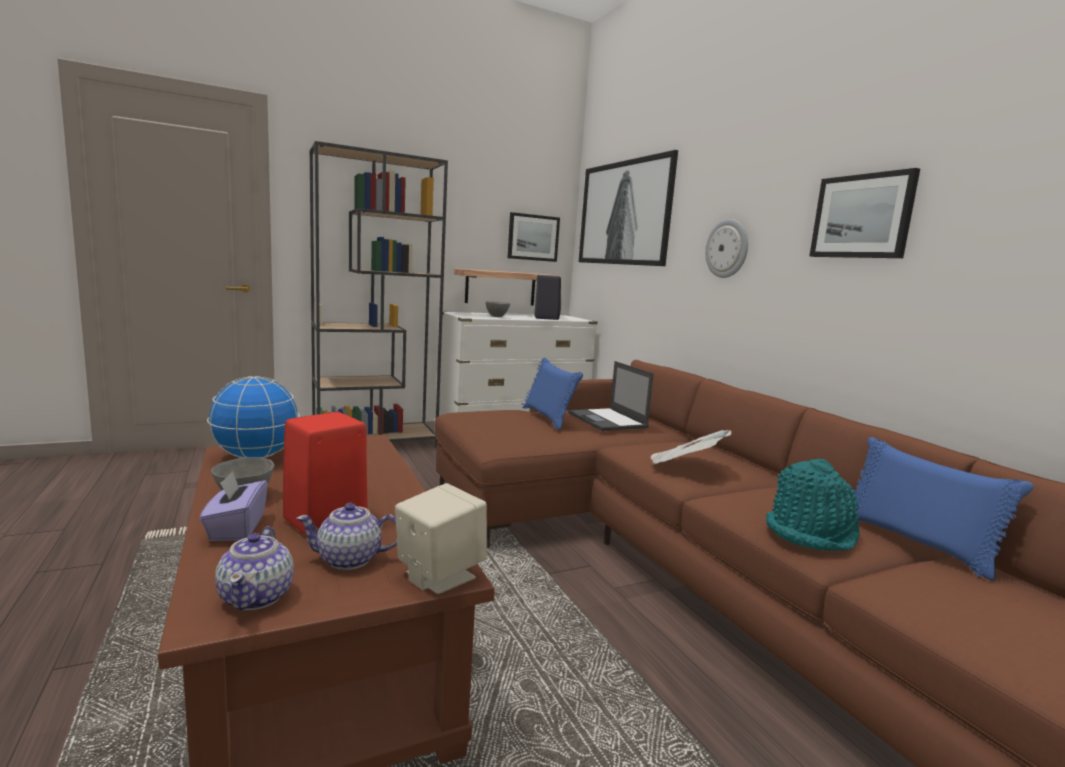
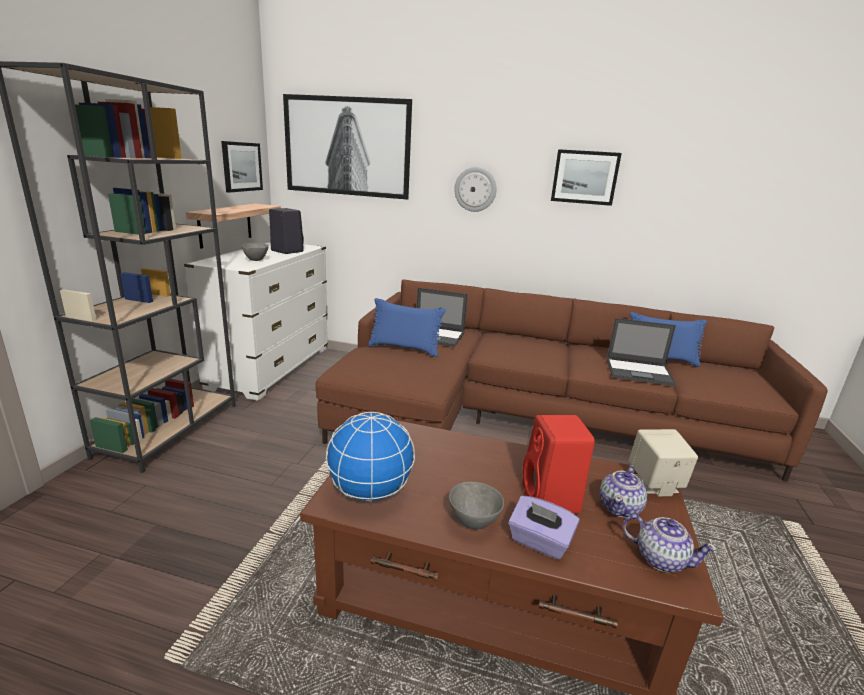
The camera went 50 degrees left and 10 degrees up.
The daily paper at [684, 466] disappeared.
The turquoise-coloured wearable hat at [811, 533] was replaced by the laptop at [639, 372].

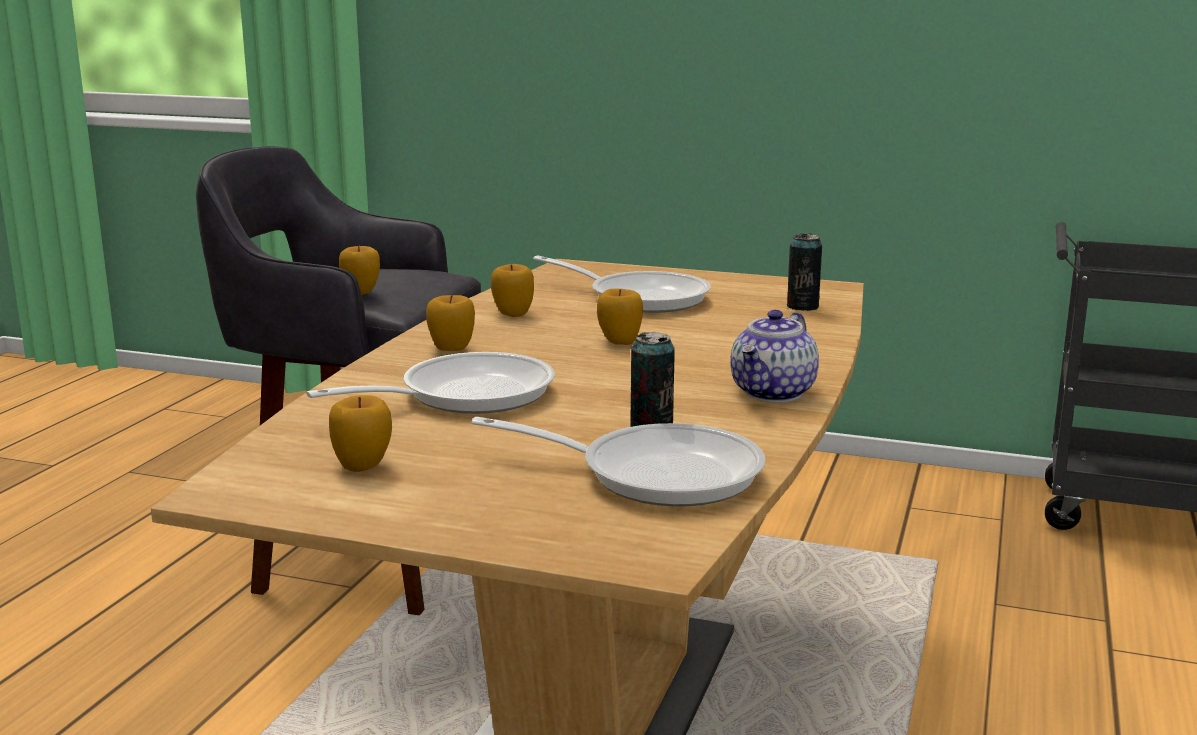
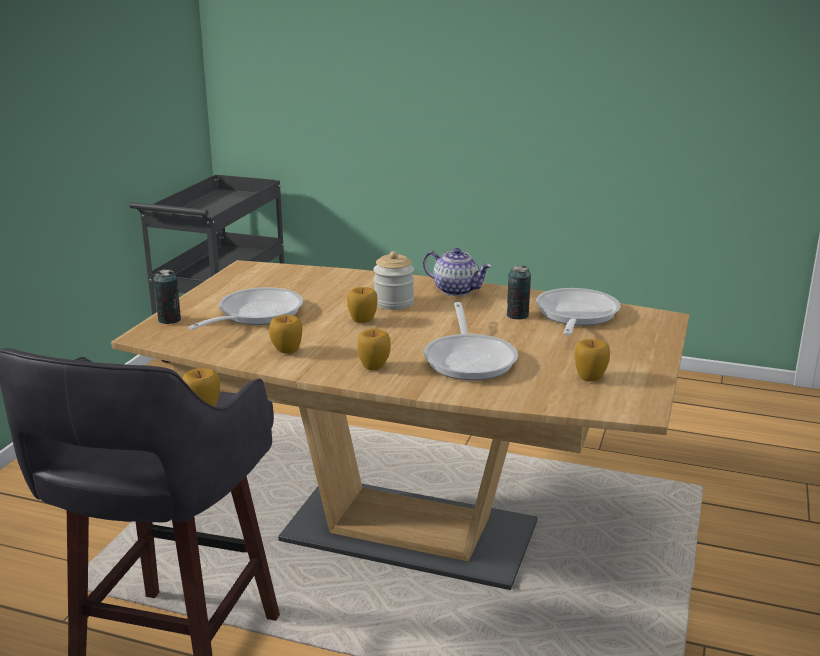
The camera went 90 degrees left and 5 degrees up.
The preserve jar at [394, 303] appeared.
The sealed can moved from [802, 307] to [169, 320].
The frying pan at [464, 395] turned 150 degrees counterclockwise.

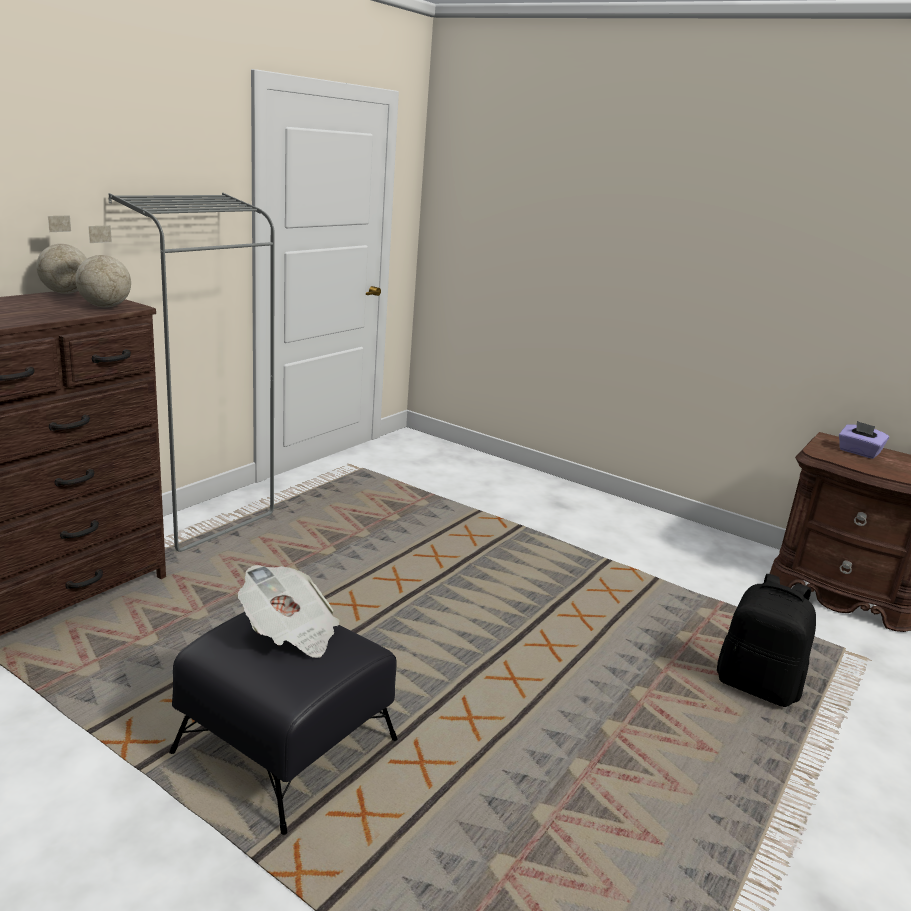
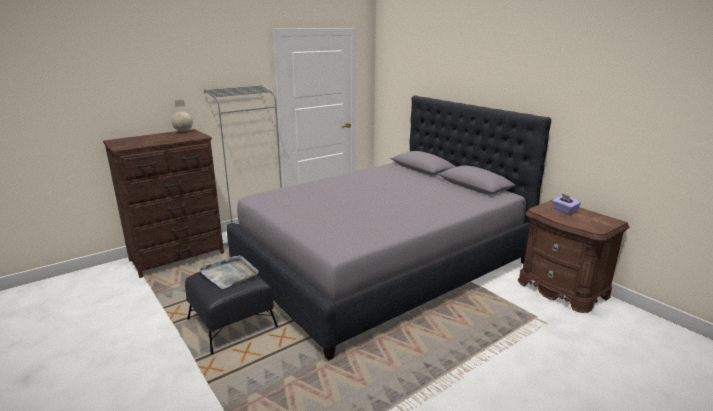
The camera went 20 degrees right and 0 degrees up.
The desk globe at [106, 306] disappeared.
The black knapsack at [757, 686] disappeared.
The greyish sleeping bed at [383, 265] appeared.
The daily paper at [290, 633] was replaced by the greyish tray at [230, 274].

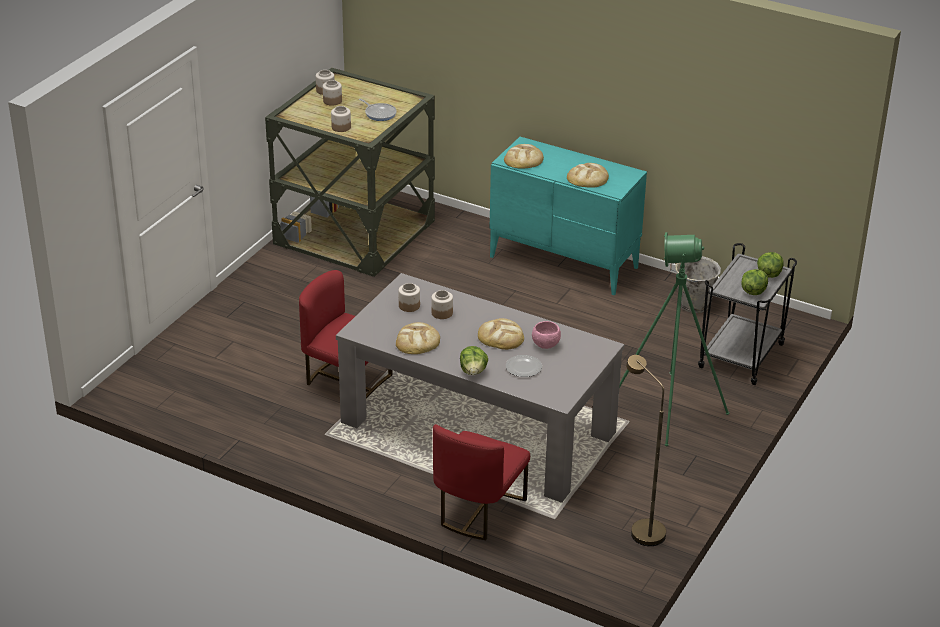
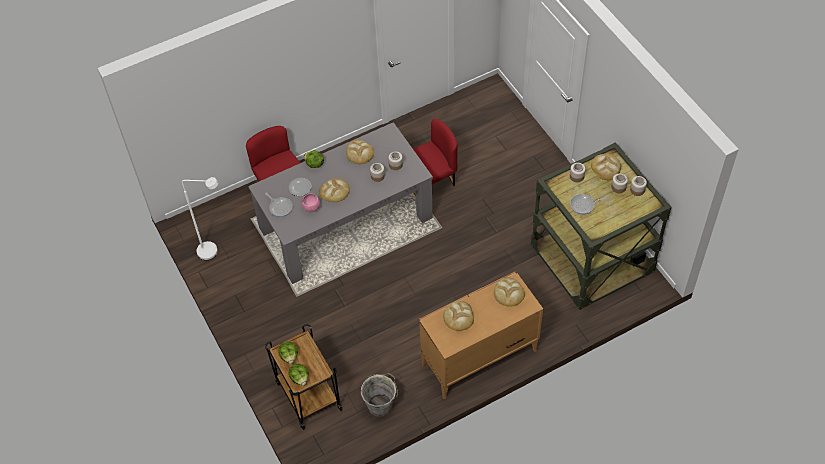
The camera went 125 degrees right and 20 degrees up.
The greenish floor lamp at [668, 409] disappeared.
The frying pan at [280, 207] appeared.
The bread at [606, 168] appeared.
The turquoise-coloured cupboard at [564, 262] became the brown-coloured cupboard at [478, 358].
The brown-coloured floor lamp at [641, 529] became the white-coloured floor lamp at [213, 251].
The greyish trolley at [740, 357] became the brown-coloured trolley at [308, 394].

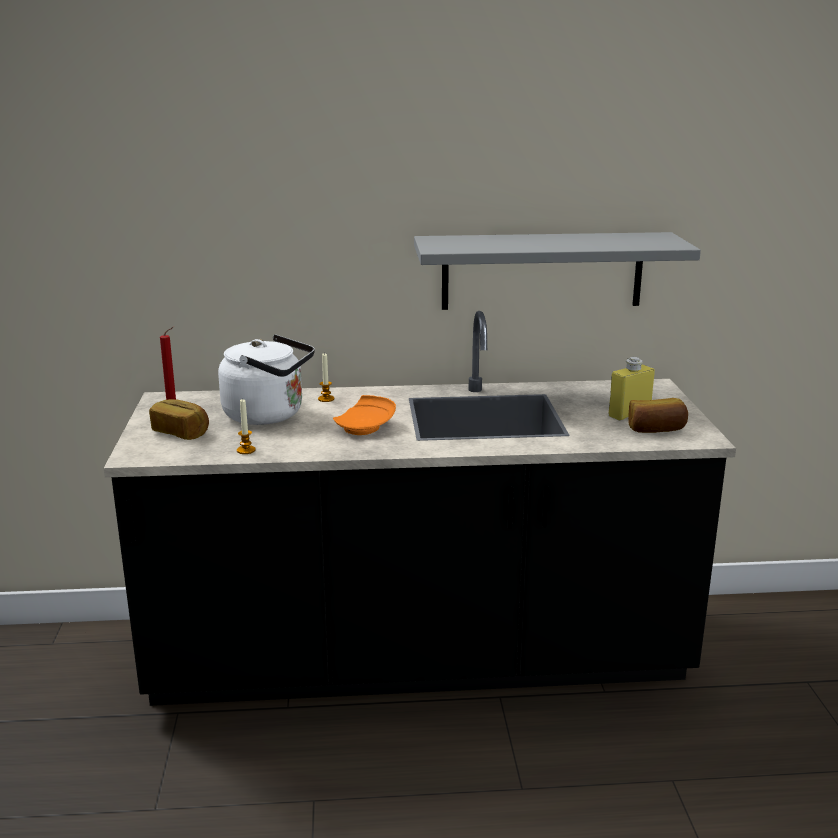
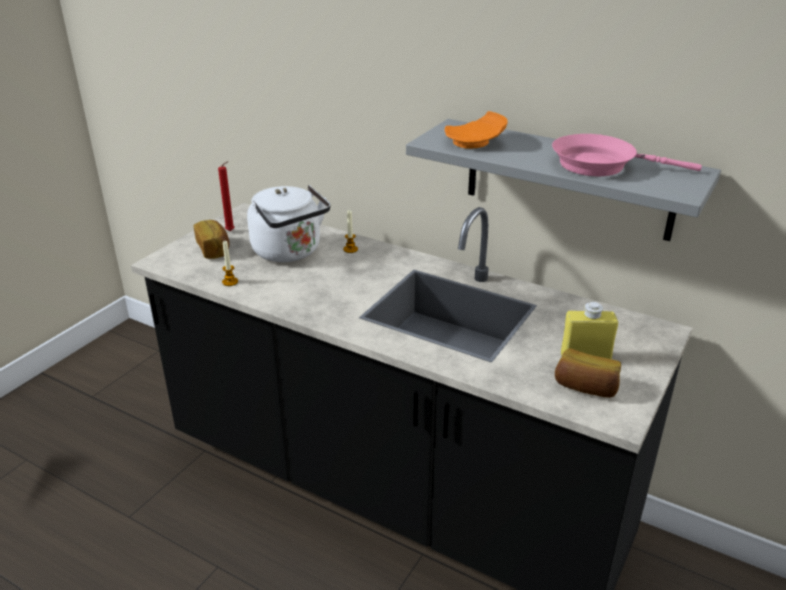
The camera went 35 degrees right and 10 degrees up.
The pinkish frying pan at [600, 165] appeared.
The orange plate moved from [365, 427] to [476, 142].

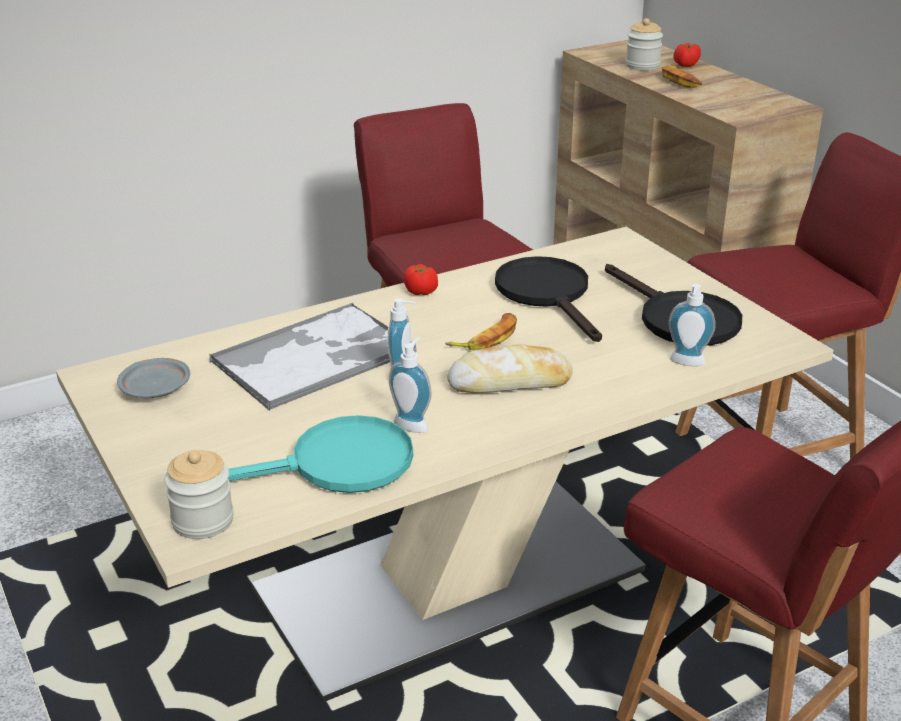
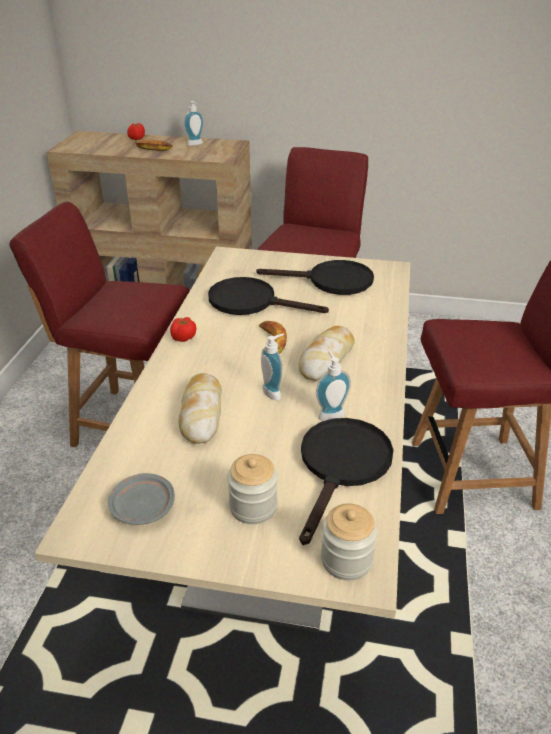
The camera went 50 degrees left and 5 degrees up.
The preserve jar moved from [642, 66] to [253, 507].
The soap dispenser moved from [686, 363] to [196, 144].
The tray at [315, 356] was replaced by the bread at [202, 413].
The turquoise-coloured frying pan at [335, 465] became the black frying pan at [342, 466].

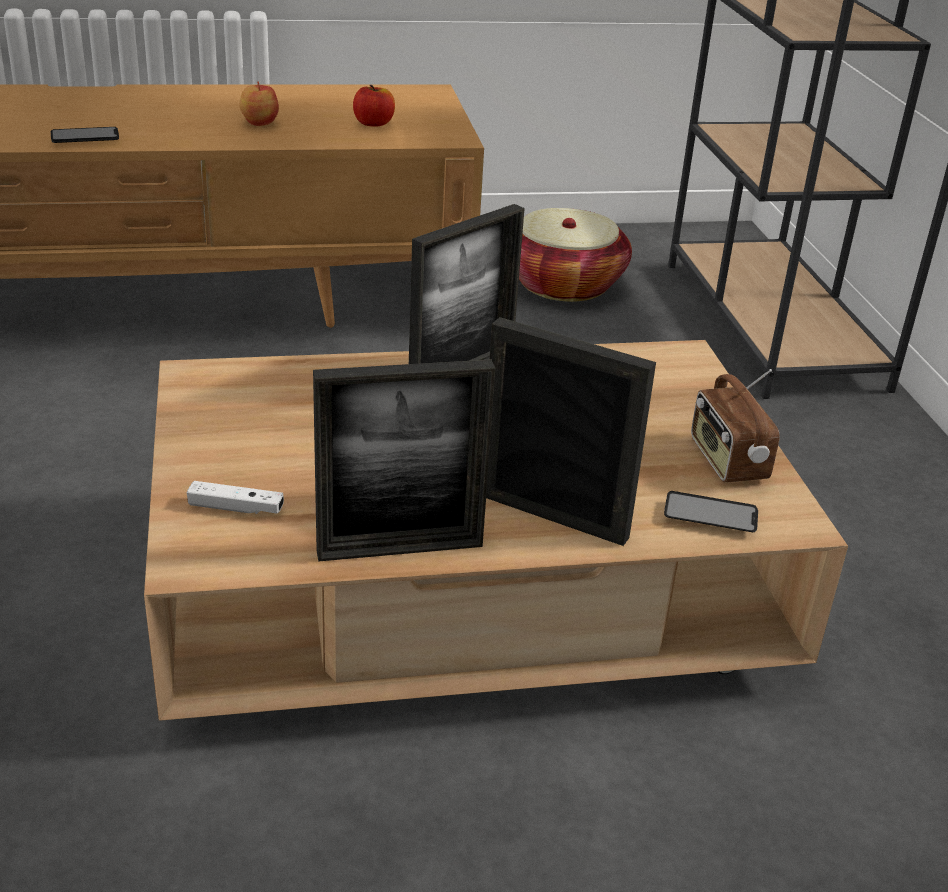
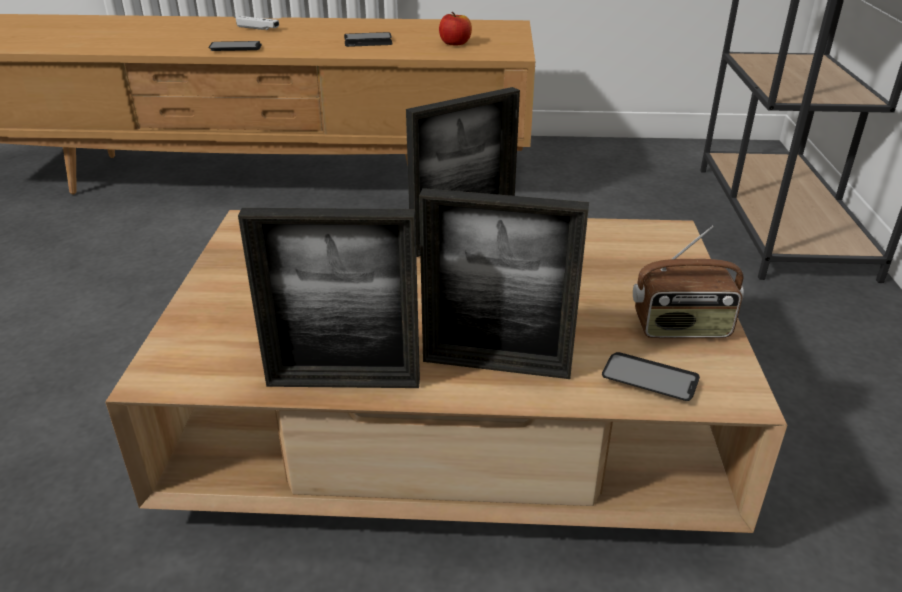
The camera went 15 degrees right and 0 degrees up.
The storage basket at [564, 284] disappeared.
The white-coloured gamepad moved from [236, 508] to [258, 28].
The whole apple at [259, 123] was replaced by the phone at [368, 41].
The picture frame at [553, 516] turned 150 degrees clockwise.
The radio receiver at [726, 461] turned 90 degrees counterclockwise.

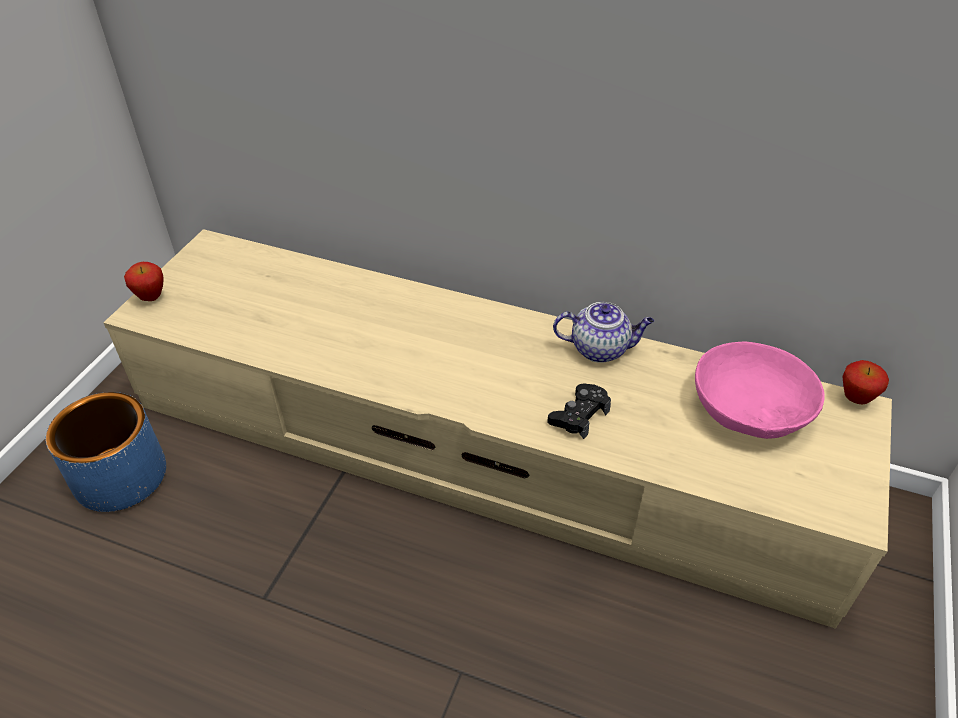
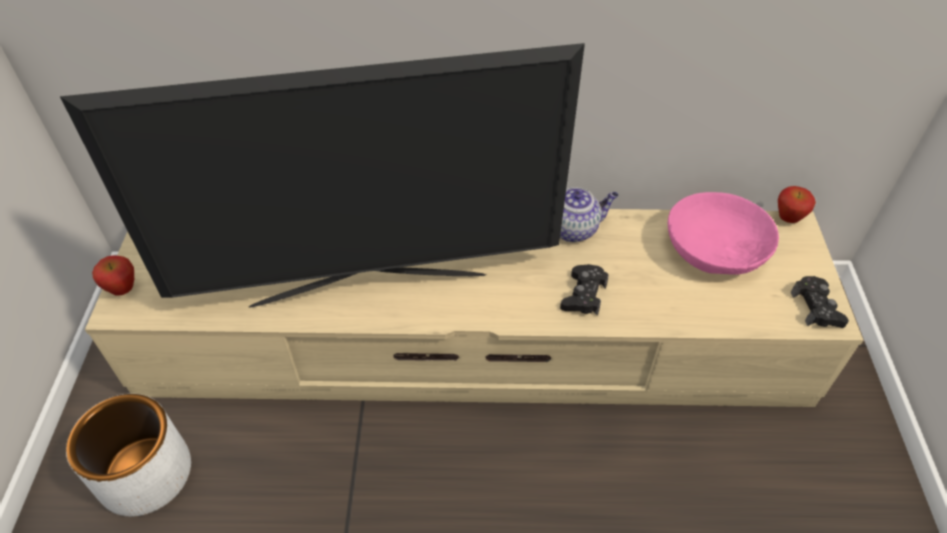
The camera went 20 degrees left and 5 degrees up.
The TV at [369, 287] appeared.
The black gamepad at [816, 308] appeared.
The blue flower pot at [120, 478] became the white-coloured flower pot at [145, 475].

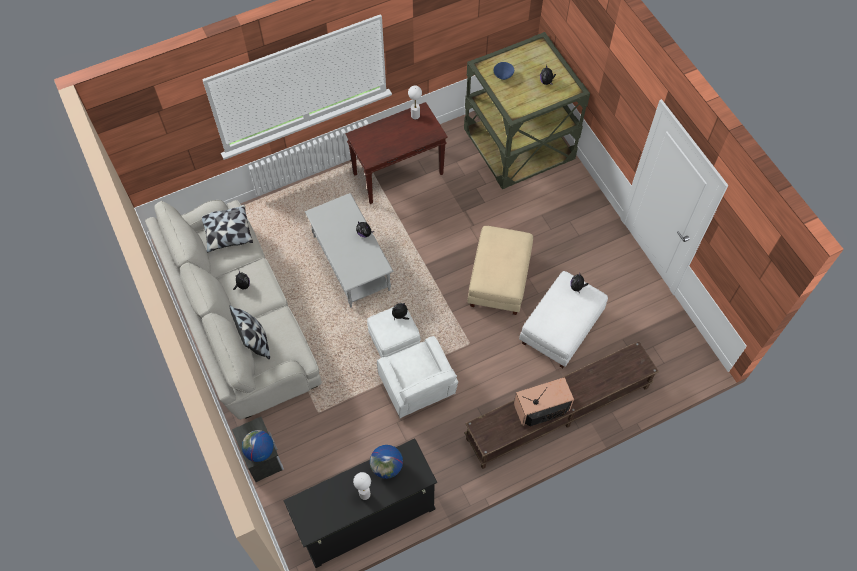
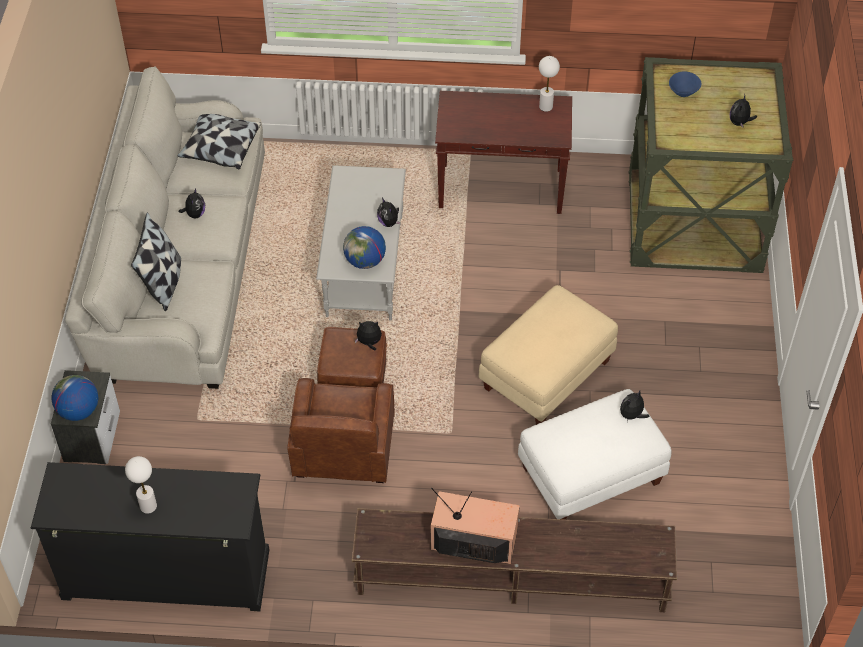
The camera went 30 degrees right and 10 degrees down.
The desk globe moved from [387, 466] to [365, 261].
The white-coloured armchair at [410, 372] became the brown-coloured armchair at [347, 430].

